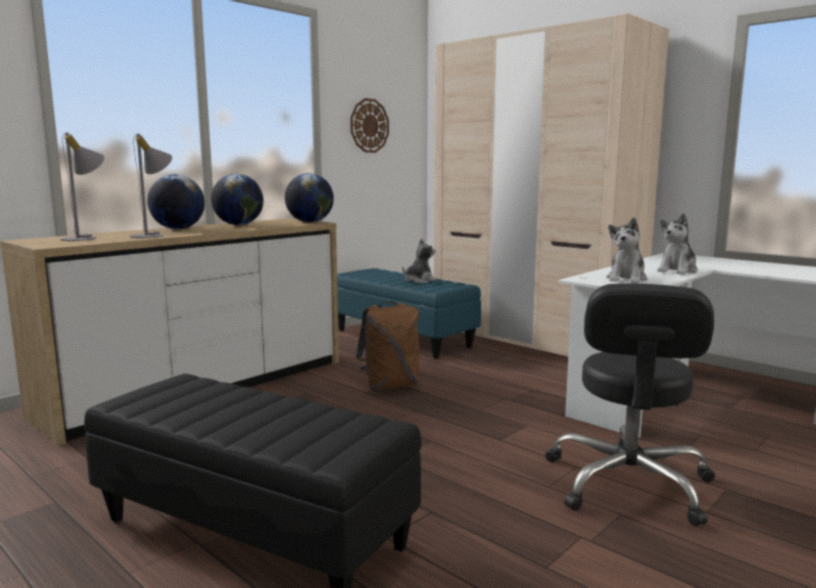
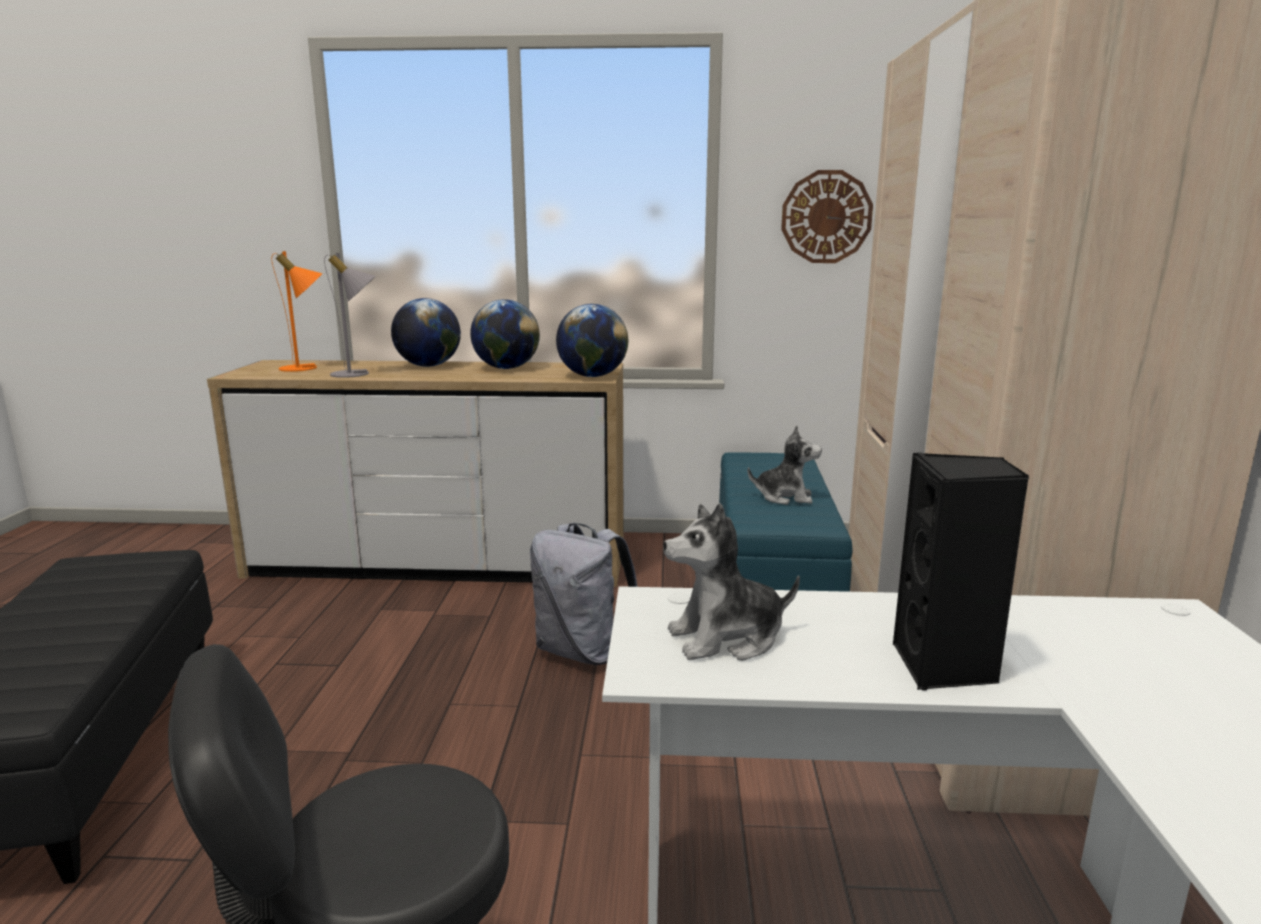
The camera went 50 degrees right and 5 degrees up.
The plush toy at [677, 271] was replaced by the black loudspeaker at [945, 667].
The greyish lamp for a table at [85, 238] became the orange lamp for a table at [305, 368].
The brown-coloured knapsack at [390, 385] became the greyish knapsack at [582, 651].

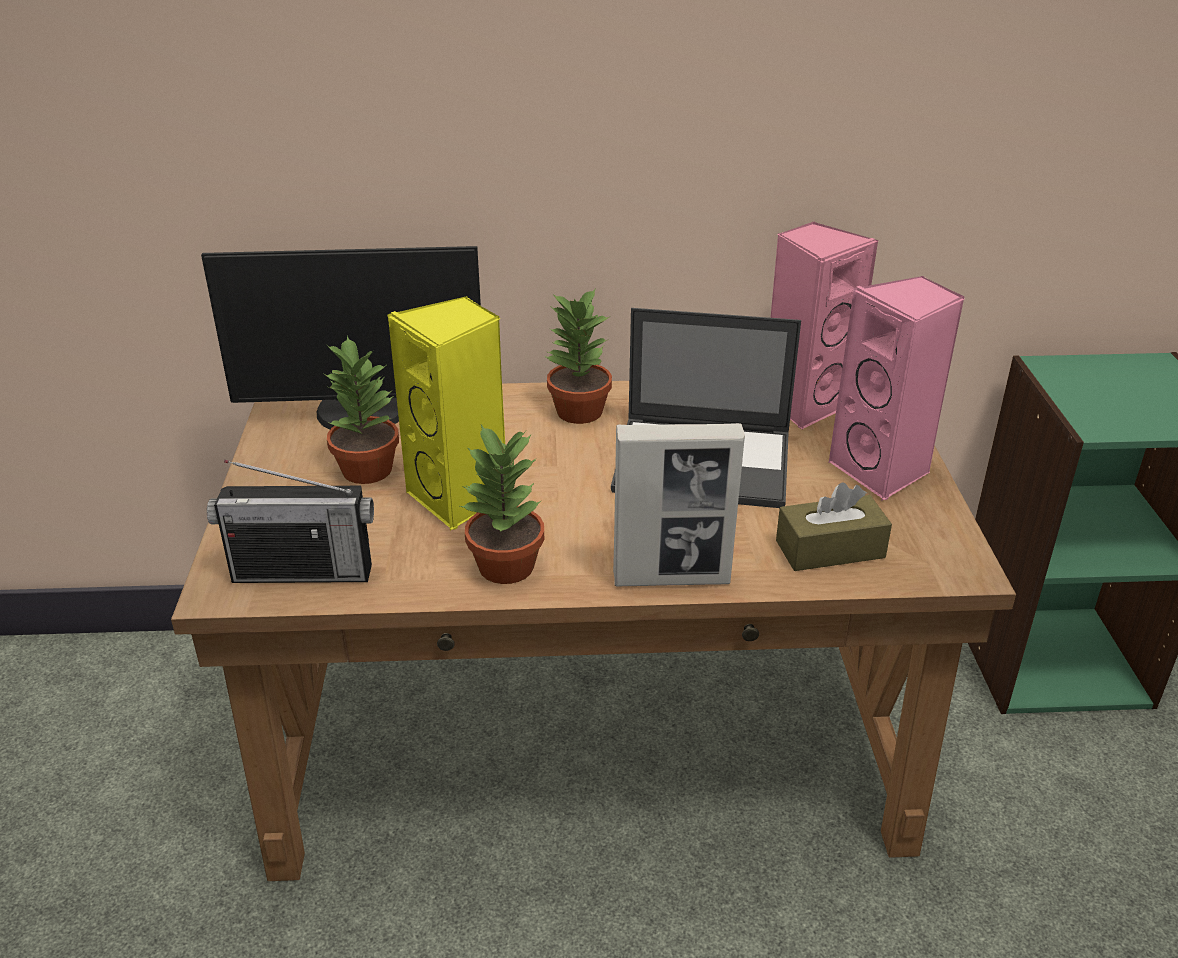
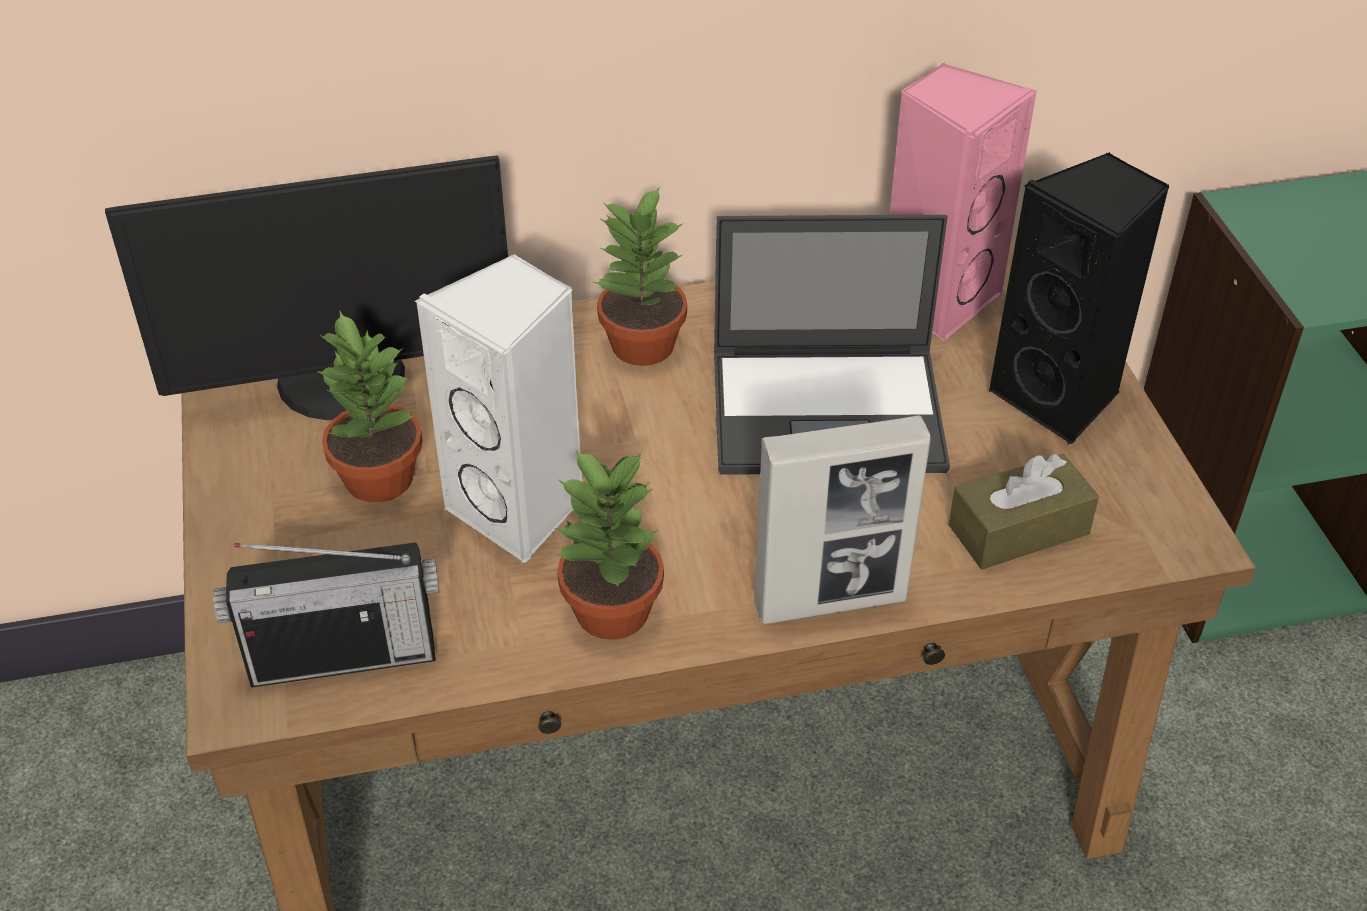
The camera went 10 degrees left and 10 degrees up.
The yellowish loudspeaker at [460, 498] became the white-coloured loudspeaker at [521, 510].
The pinkish loudspeaker at [883, 471] became the black loudspeaker at [1060, 398].

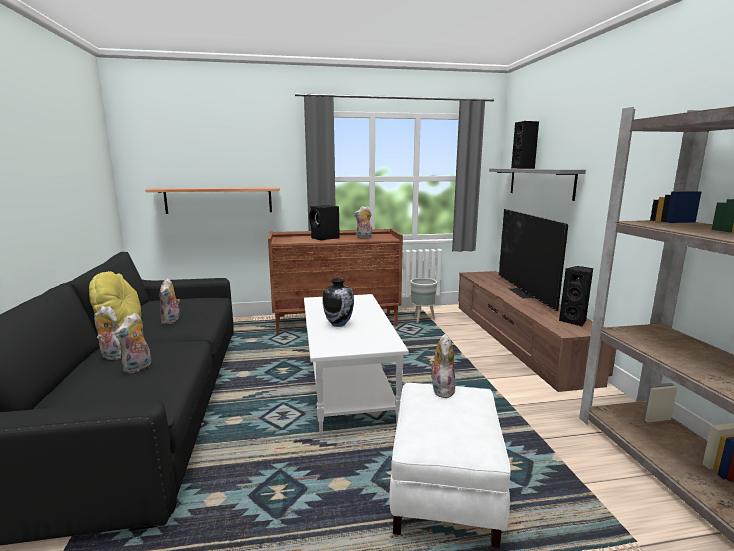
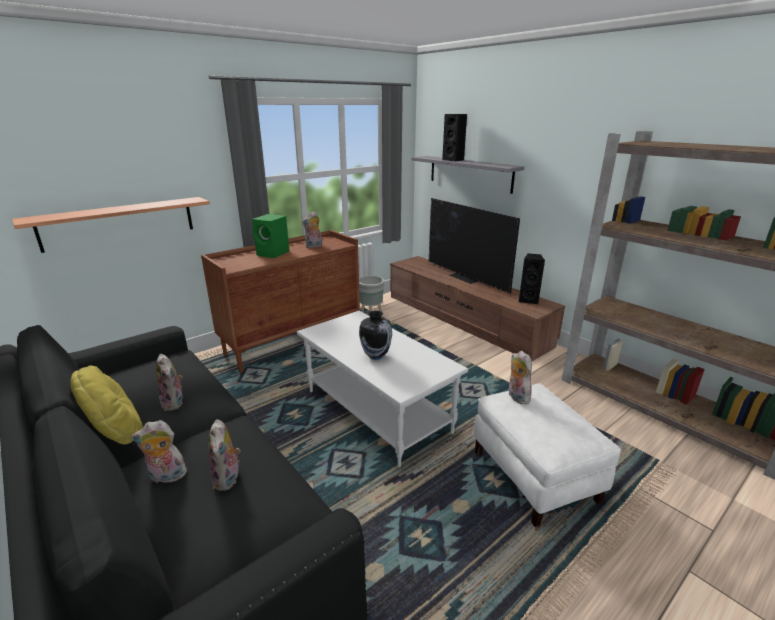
The camera went 30 degrees left and 10 degrees up.
The black loudspeaker at [325, 238] became the greenish loudspeaker at [273, 253].

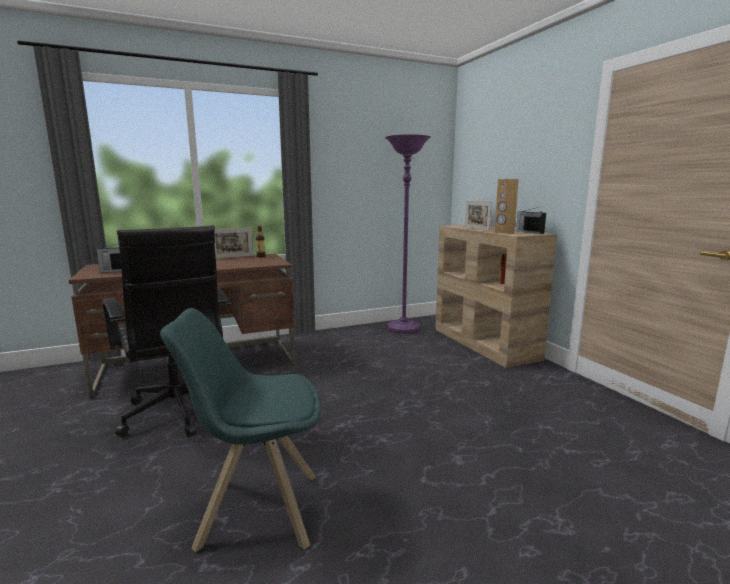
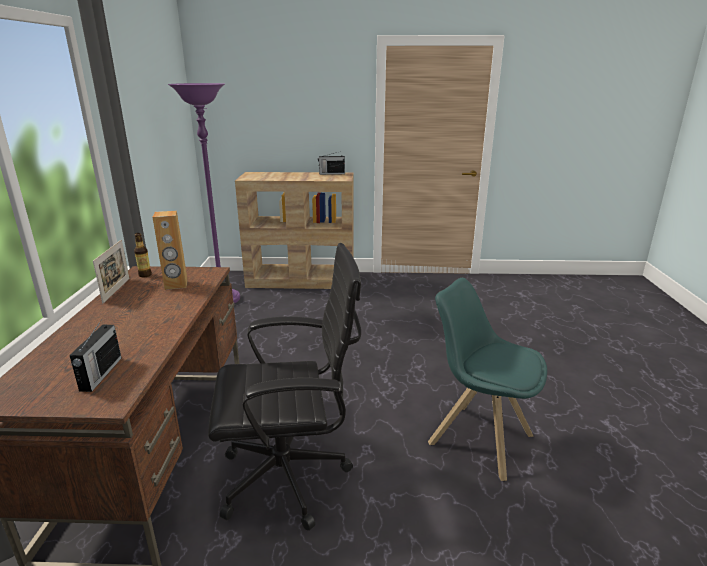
The camera went 65 degrees left and 10 degrees up.
The picture frame at [477, 229] disappeared.
The brown-coloured loudspeaker moved from [504, 232] to [176, 285].
The turquoise-coloured chair at [258, 510] turned 105 degrees clockwise.

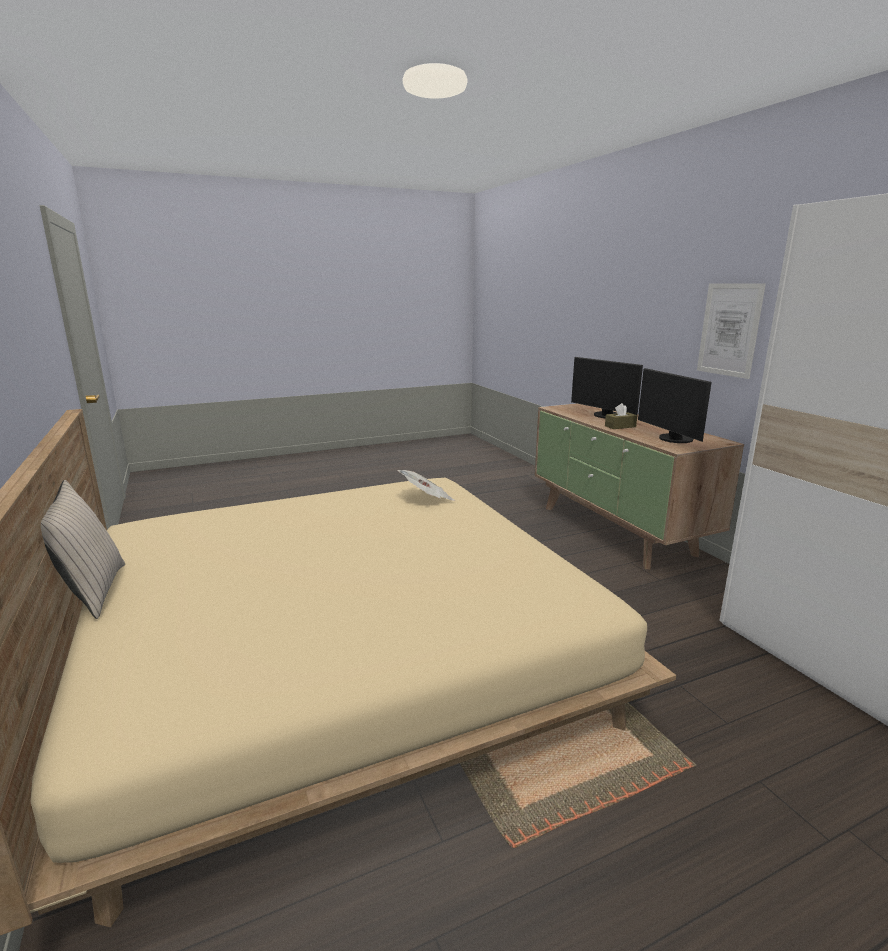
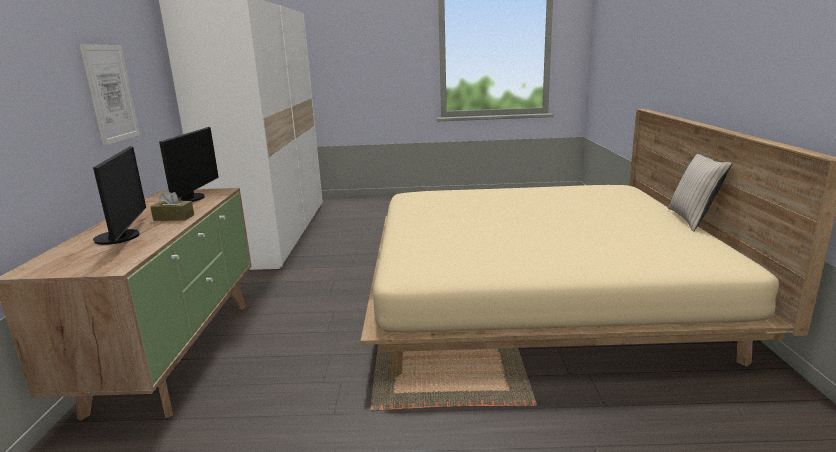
The camera went 155 degrees left and 0 degrees up.
The daily paper at [427, 499] disappeared.

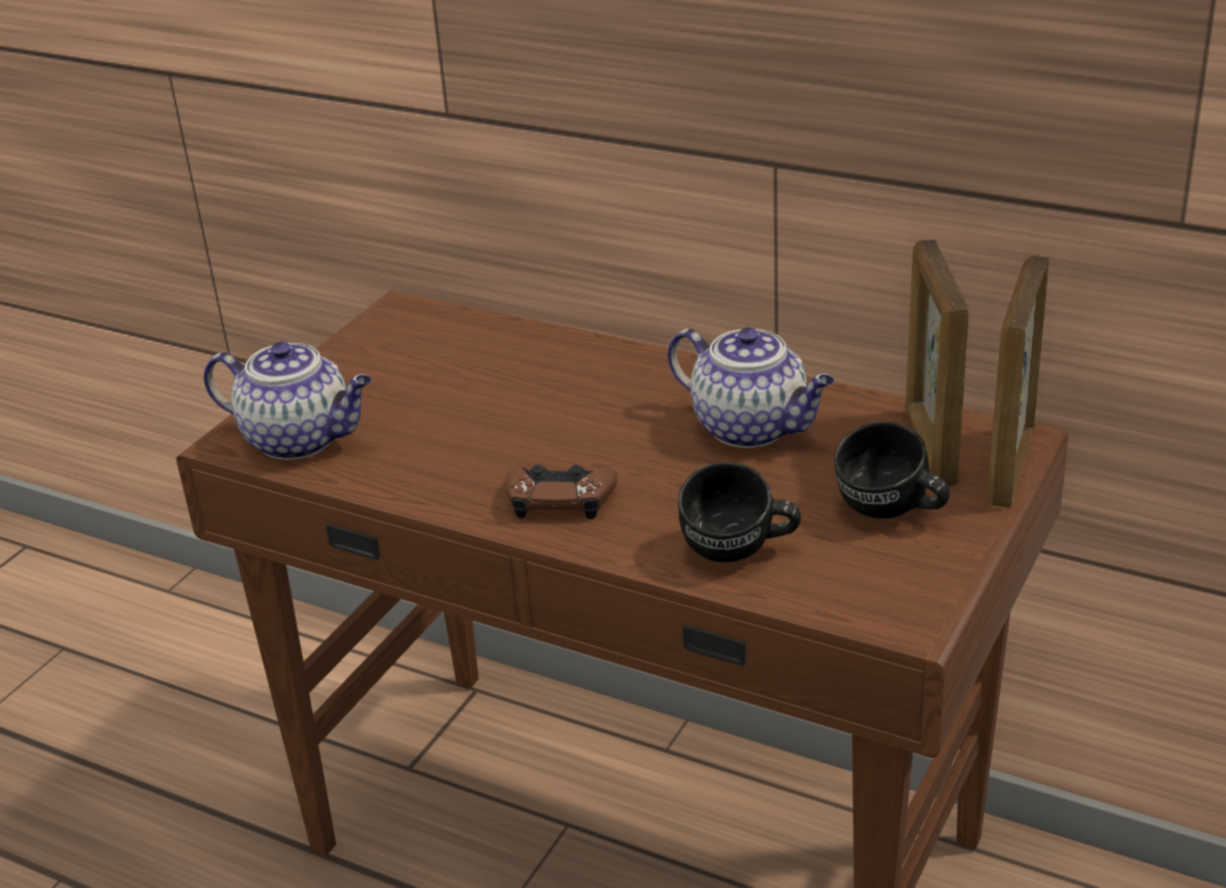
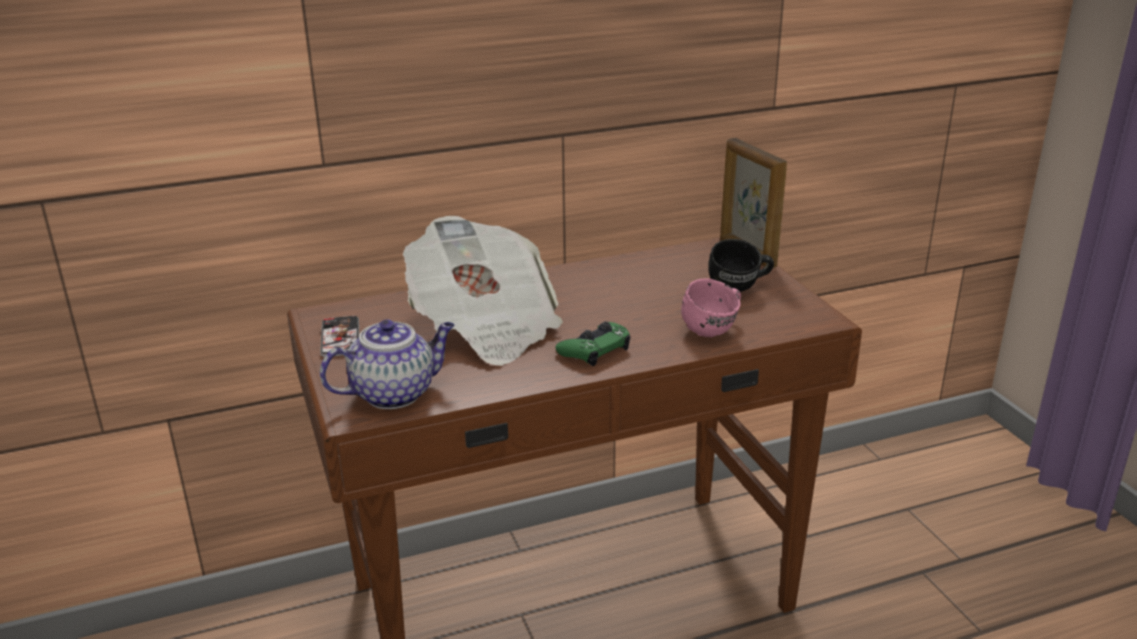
The camera went 50 degrees left and 5 degrees down.
The teapot at [752, 428] disappeared.
The picture frame at [929, 446] disappeared.
The phone at [340, 337] appeared.
The daily paper at [485, 326] appeared.
The brown-coloured gamepad at [560, 499] became the greenish gamepad at [595, 350].
The black tea mug at [739, 553] became the pinkish tea mug at [715, 330].

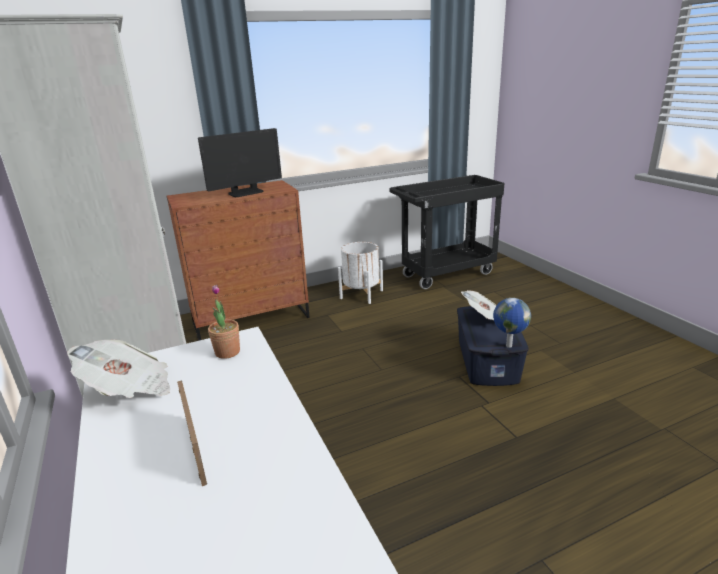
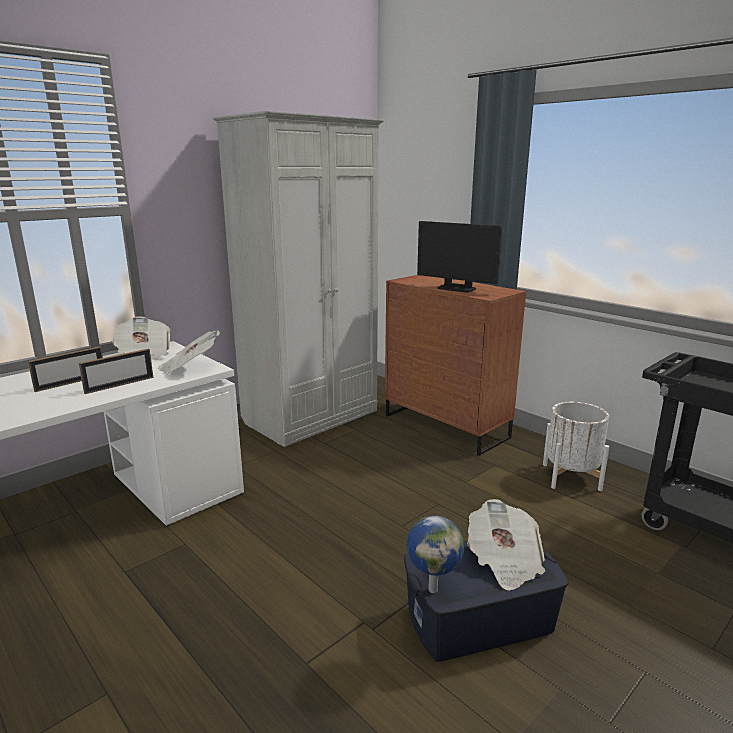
The camera went 70 degrees right and 5 degrees down.
The picture frame at [120, 385] appeared.
The potted plant at [227, 352] was replaced by the daily paper at [189, 368].

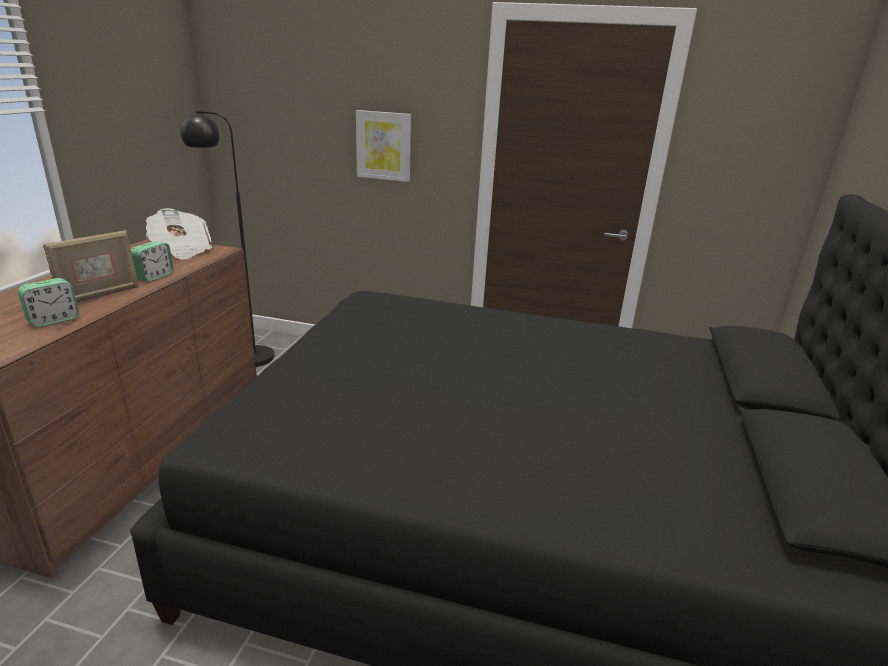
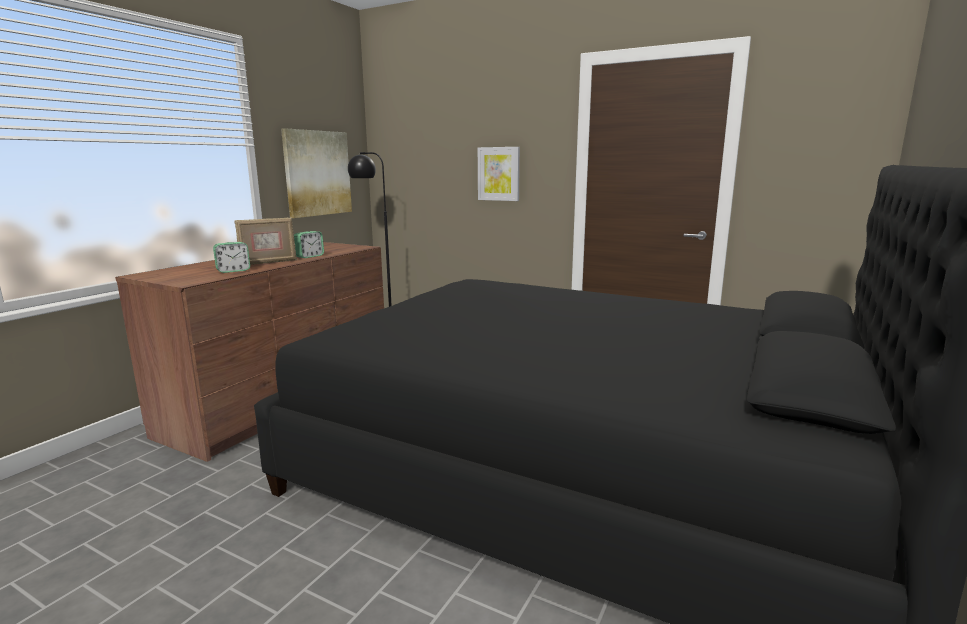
The camera went 15 degrees right and 10 degrees down.
The daily paper at [181, 250] disappeared.
The wall art at [317, 173] appeared.

